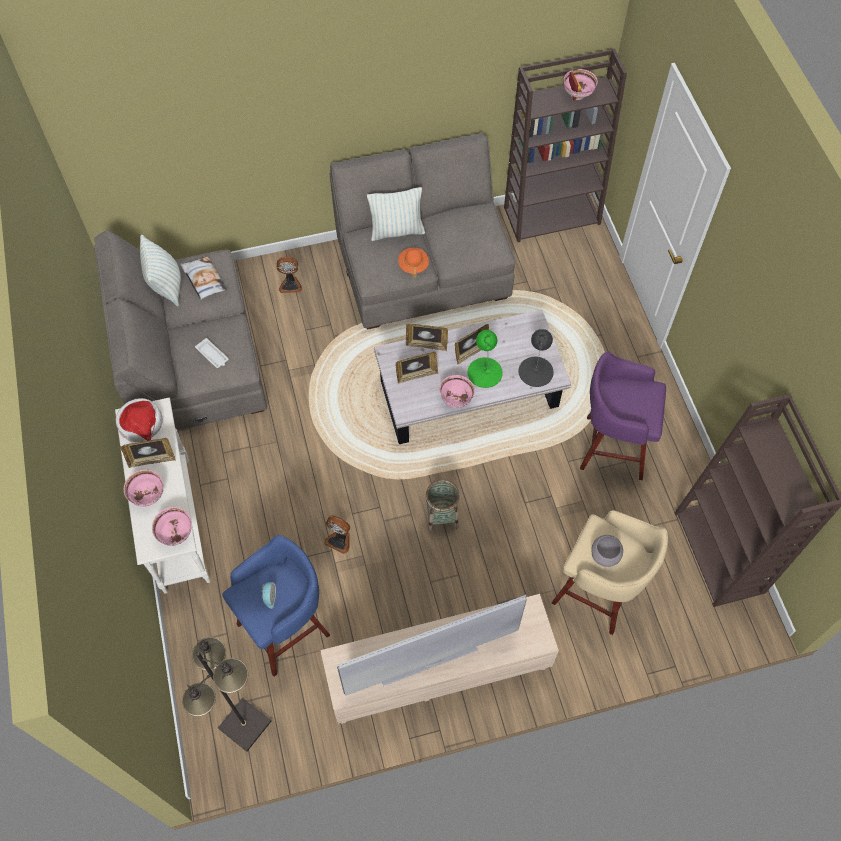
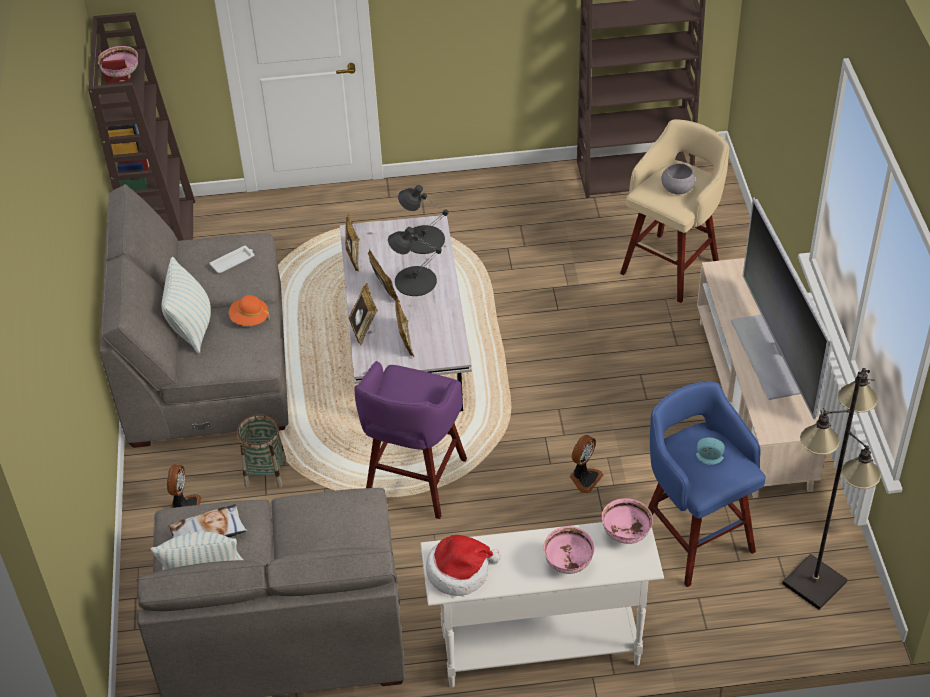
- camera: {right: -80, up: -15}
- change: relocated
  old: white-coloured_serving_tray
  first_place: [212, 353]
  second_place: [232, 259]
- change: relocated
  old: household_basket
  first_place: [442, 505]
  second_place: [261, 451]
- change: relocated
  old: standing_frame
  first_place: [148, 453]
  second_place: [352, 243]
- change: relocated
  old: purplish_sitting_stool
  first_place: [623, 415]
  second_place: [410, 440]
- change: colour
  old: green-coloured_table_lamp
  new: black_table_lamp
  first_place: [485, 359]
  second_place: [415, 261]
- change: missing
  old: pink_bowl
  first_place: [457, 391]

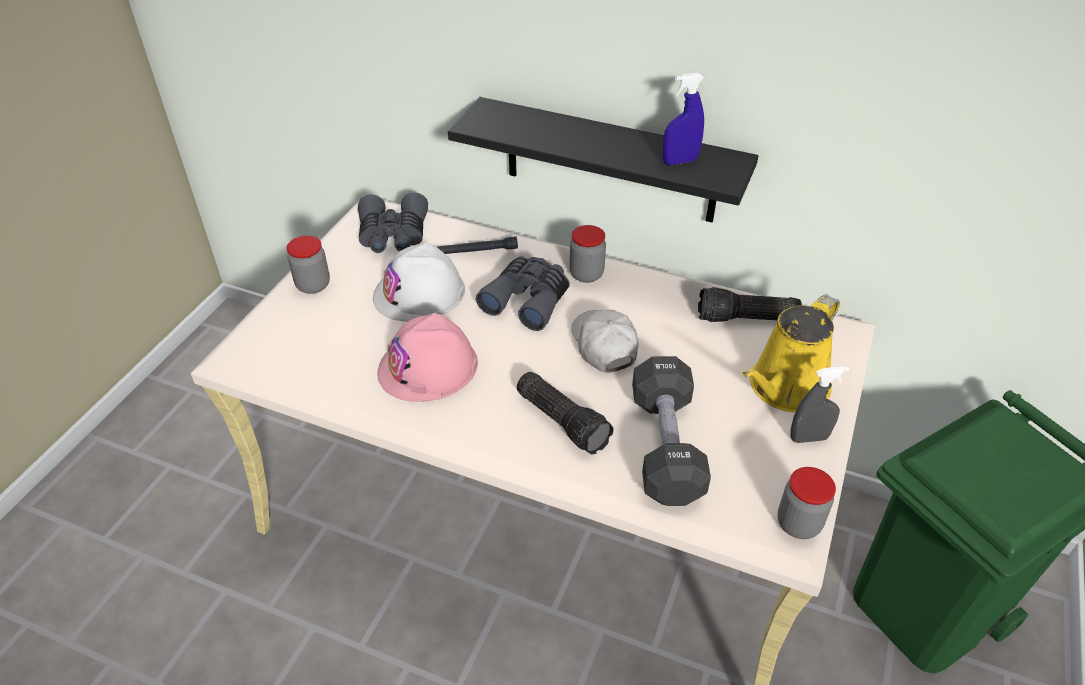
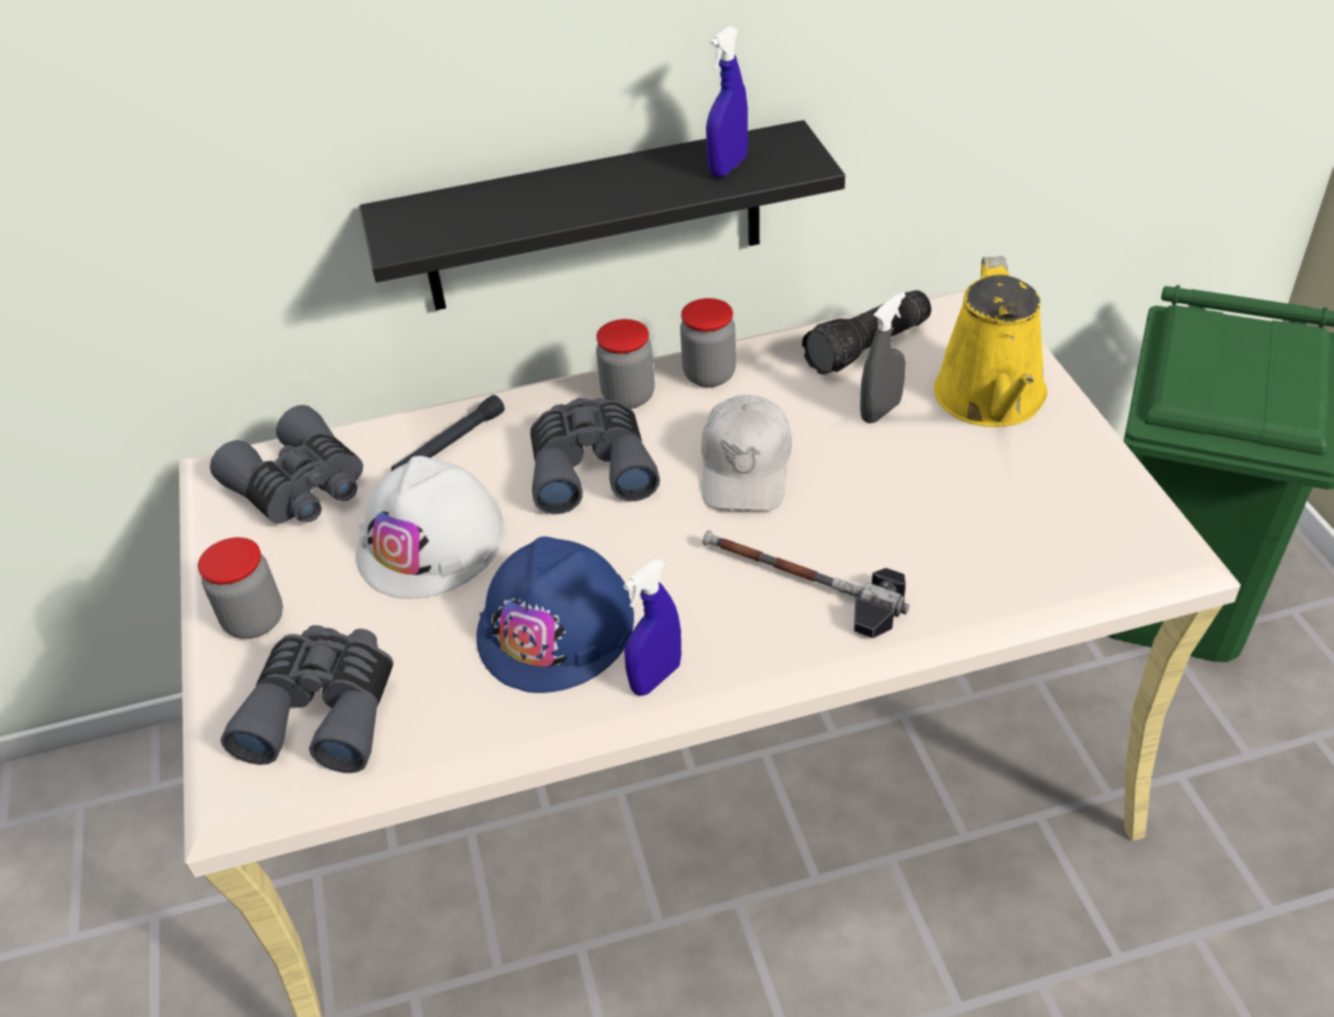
- camera: {right: -35, up: 0}
- change: appeared
  new: gray_field_glasses
  second_place: [307, 699]
- change: colour
  old: pink_work_helmet
  new: bluish_work_helmet
  first_place: [428, 357]
  second_place: [555, 614]
- change: appeared
  new: bluish_hand_sprayer
  second_place: [652, 627]
- change: relocated
  old: storage_jar
  first_place: [806, 503]
  second_place: [708, 342]
- change: spun
  old: white-coloured_cap
  first_place: [605, 341]
  second_place: [746, 452]
  degrees: -120
- change: exchanged
  old: flashlight
  new: hammer
  first_place: [565, 413]
  second_place: [806, 584]
- change: relocated
  old: gray_hand_sprayer
  first_place: [820, 404]
  second_place: [883, 357]
- change: missing
  old: black_free_weight
  first_place: [671, 431]

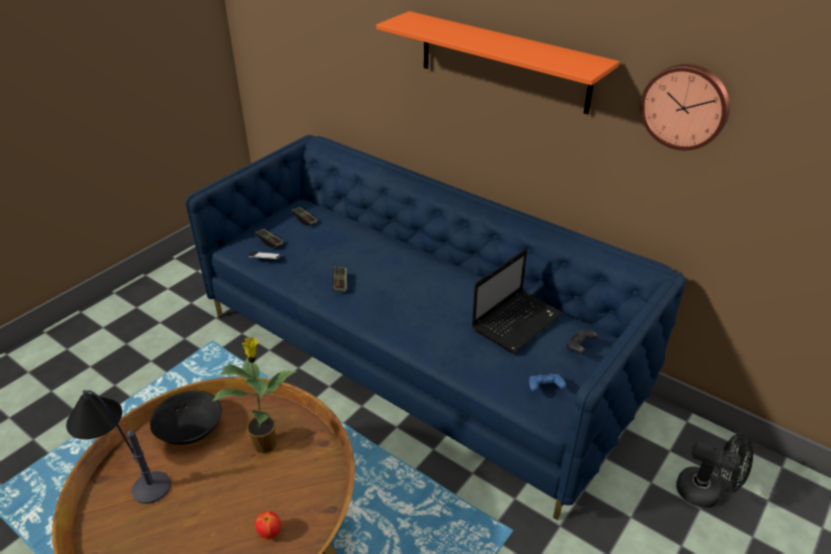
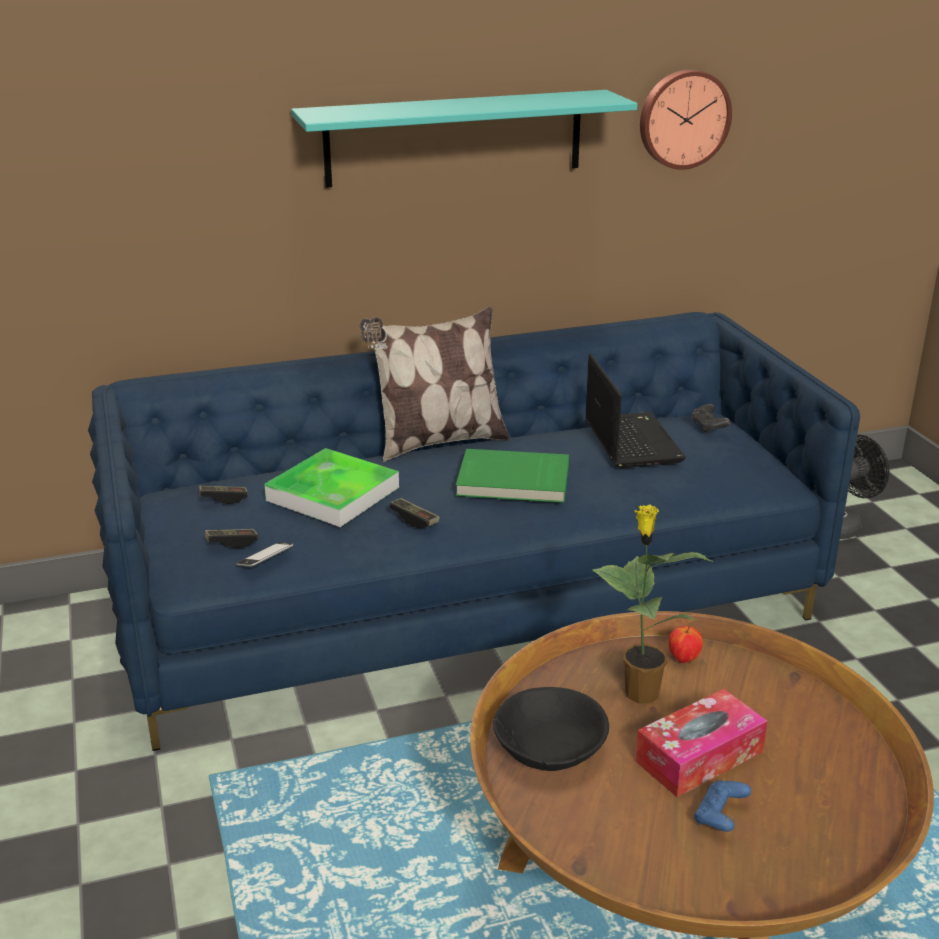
- camera: {right: -55, up: -10}
- change: appeared
  new: serving_tray
  second_place: [331, 487]
- change: colour
  old: orangey_bracket_shelf
  new: turquoise-coloured_bracket_shelf
  first_place: [498, 62]
  second_place: [464, 139]
- change: appeared
  new: pillow
  second_place: [434, 384]
- change: appeared
  new: green-coloured_volume
  second_place: [512, 476]
- change: appeared
  new: tissue_holder
  second_place: [701, 743]
- change: relocated
  old: apple_fruit
  first_place: [268, 525]
  second_place: [686, 644]
- change: relocated
  old: bluish_gamepad
  first_place: [547, 383]
  second_place: [722, 806]
- change: missing
  old: table_lamp
  first_place: [118, 447]

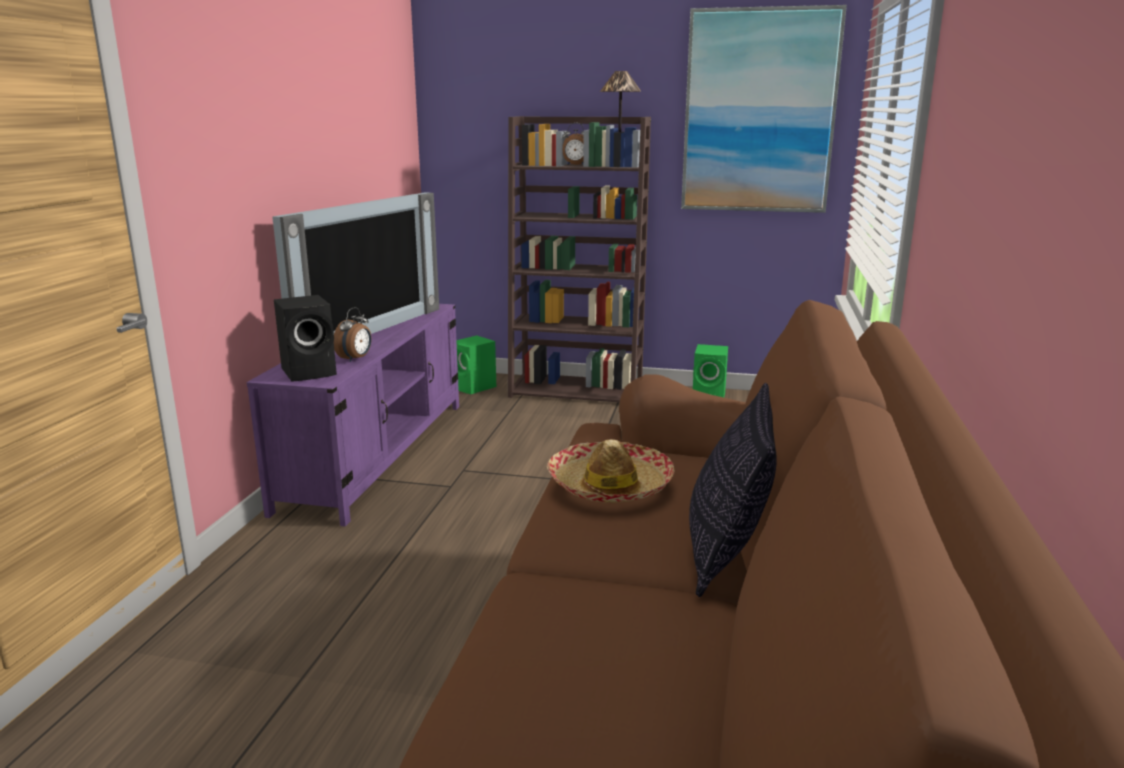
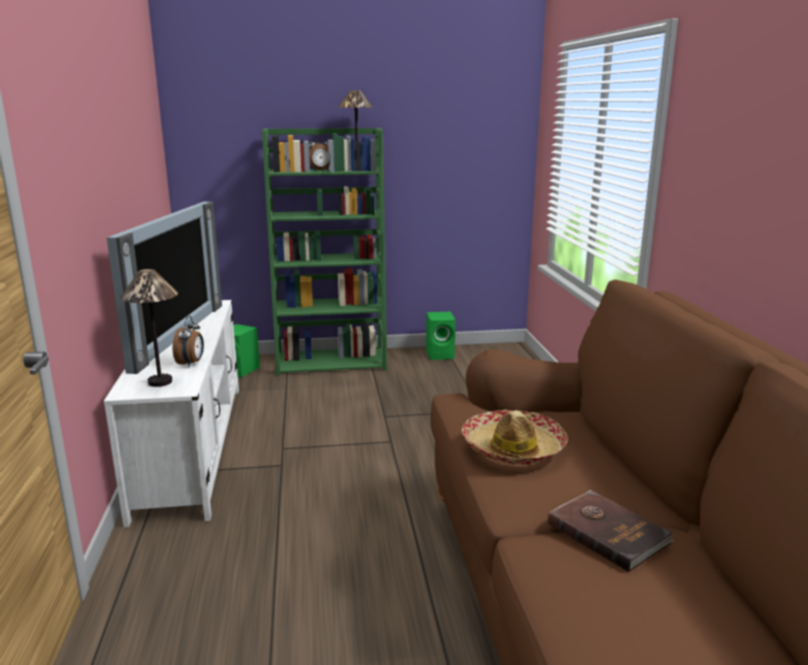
- camera: {right: -20, up: 0}
- change: colour
  old: purplish_tv_unit
  new: white-coloured_tv_unit
  first_place: [353, 415]
  second_place: [171, 413]
- change: exchanged
  old: black_audio_speaker
  new: table_lamp
  first_place: [305, 338]
  second_place: [149, 328]
- change: colour
  old: brown_shelving_unit
  new: green-coloured_shelving_unit
  first_place: [579, 259]
  second_place: [324, 252]
- change: appeared
  new: brown_volume
  second_place: [611, 531]
- change: missing
  old: wall_picture
  first_place: [764, 109]
- change: missing
  old: pillow
  first_place: [733, 490]

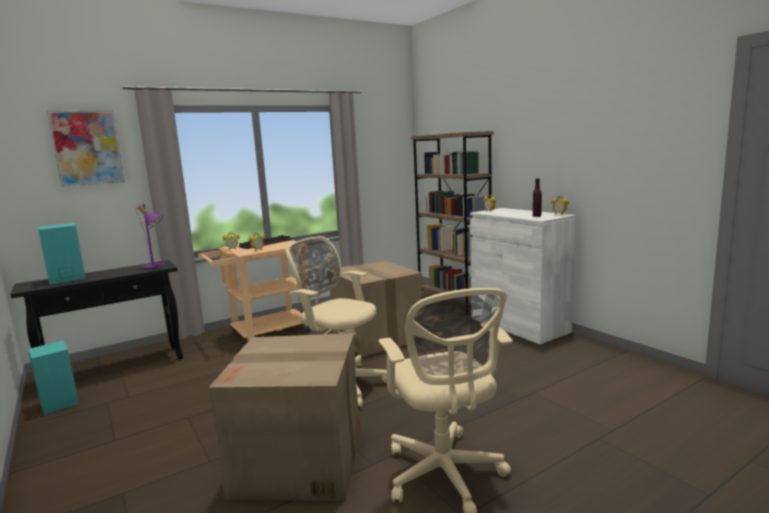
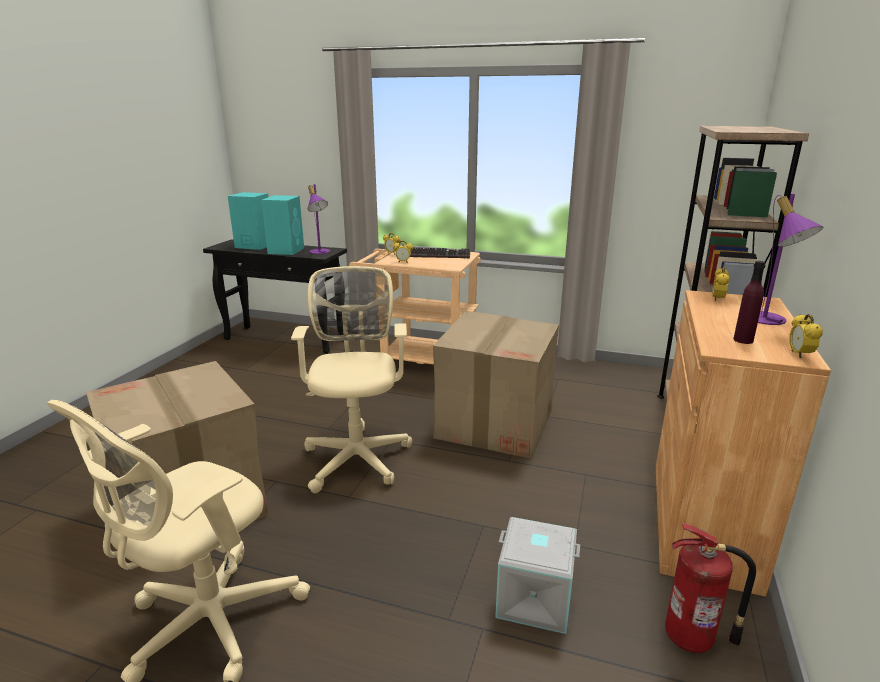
- camera: {right: 50, up: 10}
- change: relocated
  old: turquoise-coloured_audio_speaker
  first_place: [53, 377]
  second_place: [282, 225]
- change: appeared
  new: gray_storage_bin
  second_place: [537, 575]
- change: colour
  old: white-coloured_storage_cabinet
  new: brown_storage_cabinet
  first_place: [523, 276]
  second_place: [743, 443]
- change: appeared
  new: fire_extinguisher
  second_place: [710, 588]
- change: appeared
  new: purplish_table_lamp
  second_place: [790, 259]
- change: missing
  old: wall_picture
  first_place: [86, 148]

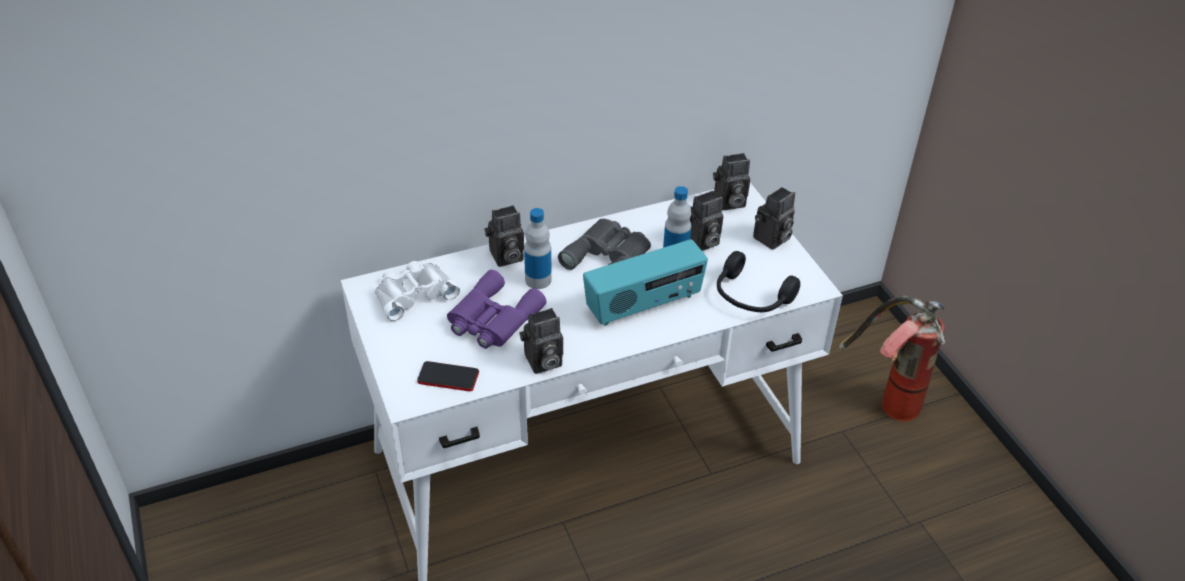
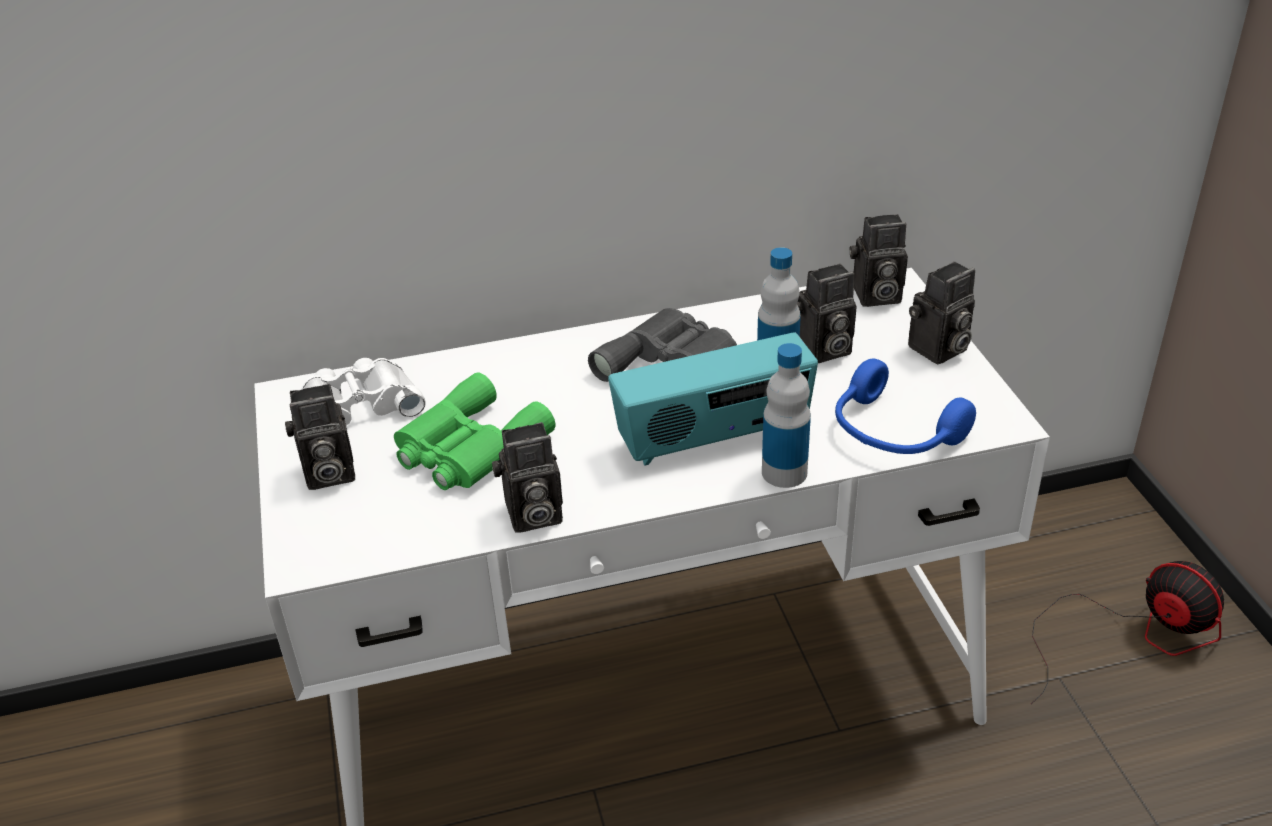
- camera: {right: 10, up: -5}
- change: relocated
  old: photo_camera
  first_place: [504, 236]
  second_place: [320, 437]
- change: colour
  old: purplish_field_glasses
  new: green-coloured_field_glasses
  first_place: [497, 309]
  second_place: [474, 431]
- change: relocated
  old: bottle
  first_place: [538, 248]
  second_place: [786, 415]
- change: colour
  old: black_headset
  new: bluish_headset
  first_place: [758, 281]
  second_place: [905, 406]
- change: exchanged
  old: fire_extinguisher
  new: fan
  first_place: [892, 358]
  second_place: [1127, 632]
- change: missing
  old: telephone
  first_place: [448, 376]

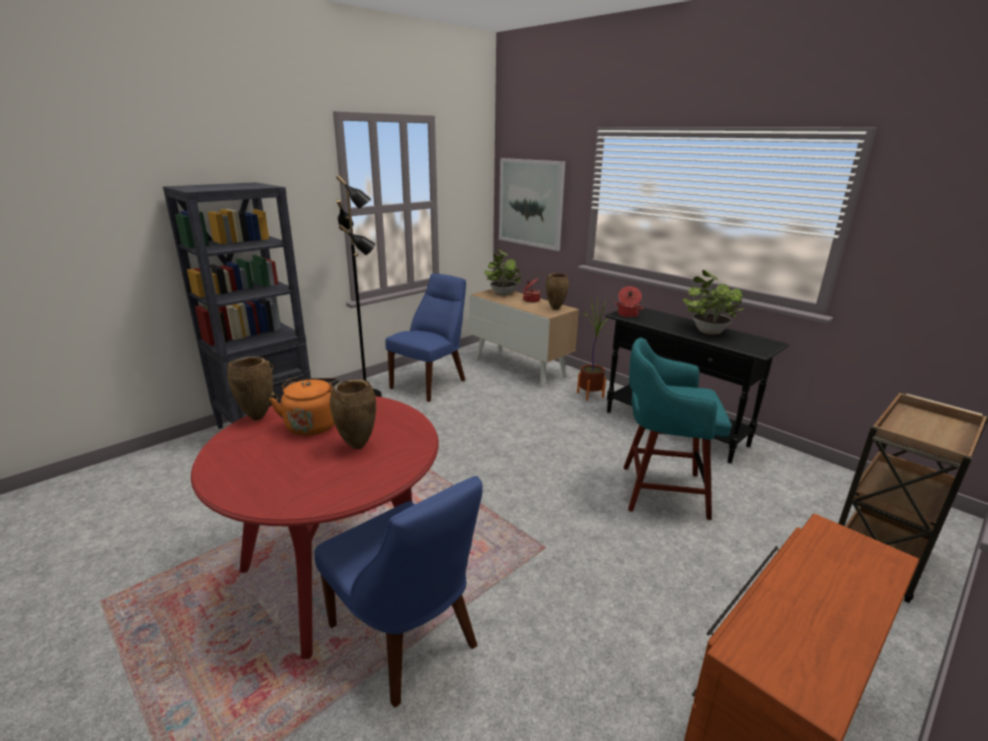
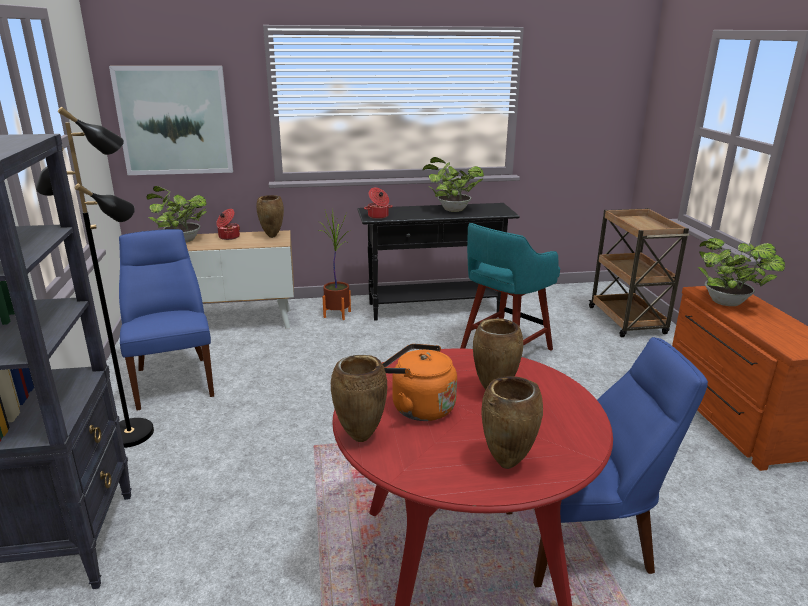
- camera: {right: -55, up: 0}
- change: appeared
  new: brown_decorative_vase
  second_place: [512, 422]
- change: appeared
  new: potted_plant
  second_place: [741, 272]

